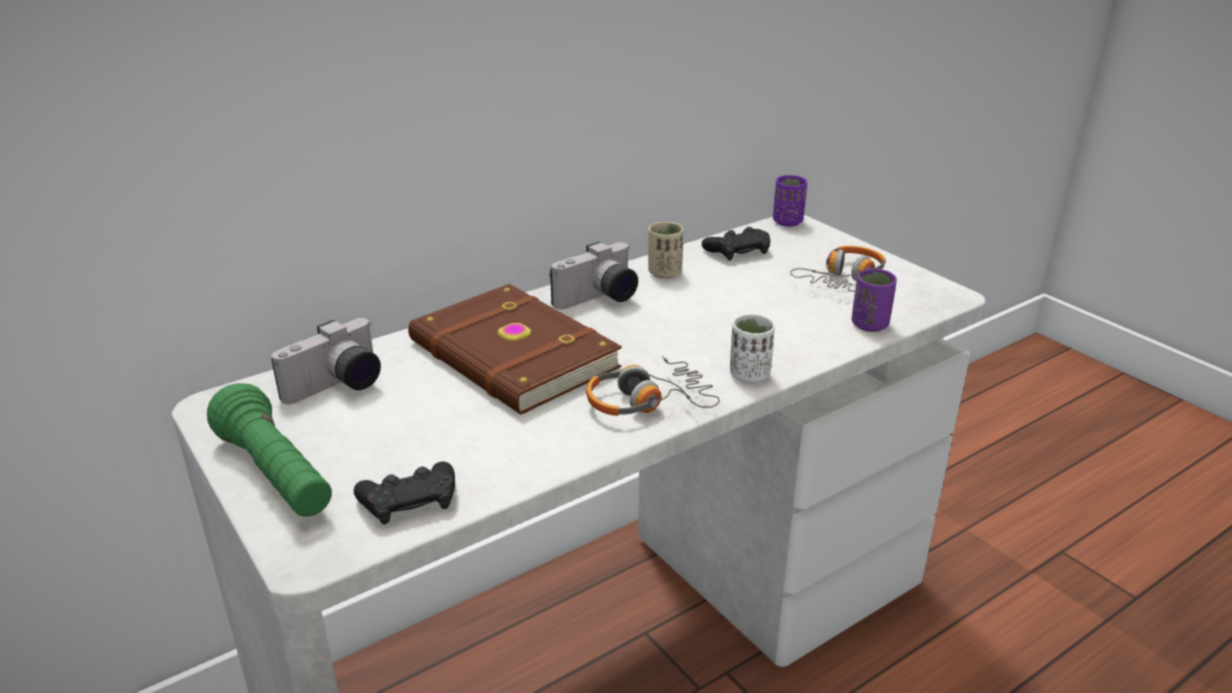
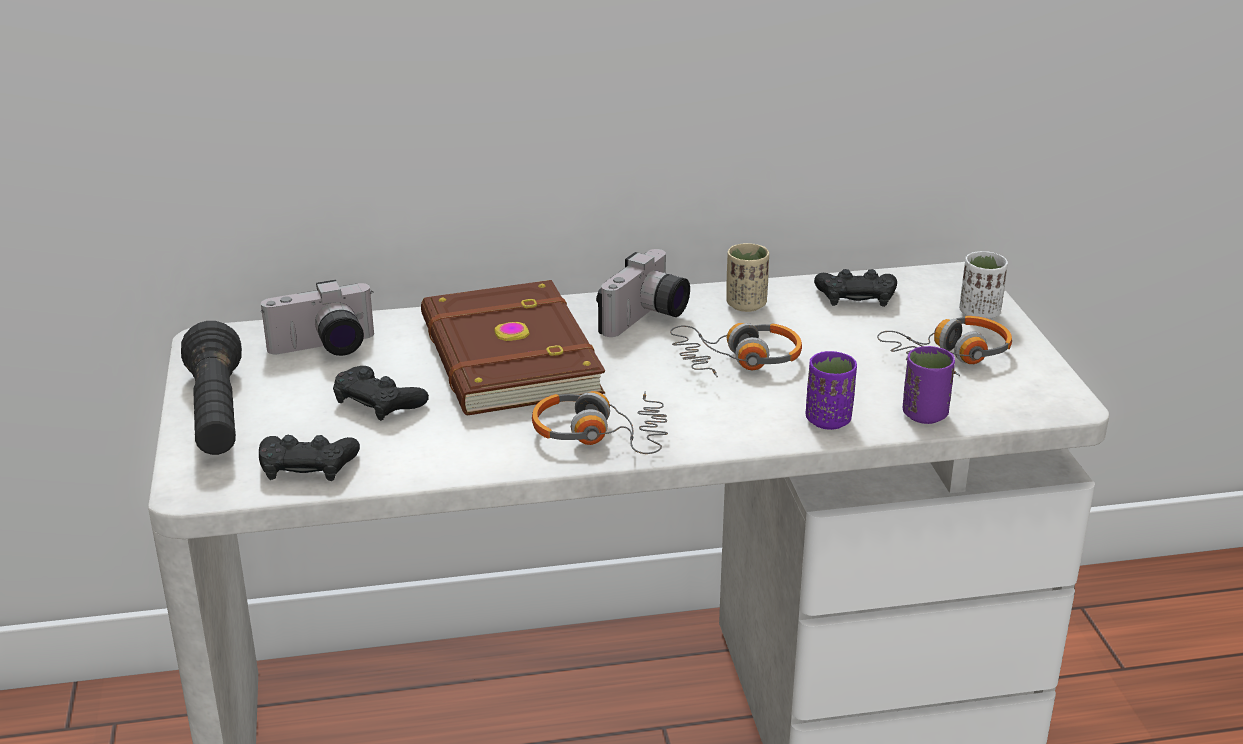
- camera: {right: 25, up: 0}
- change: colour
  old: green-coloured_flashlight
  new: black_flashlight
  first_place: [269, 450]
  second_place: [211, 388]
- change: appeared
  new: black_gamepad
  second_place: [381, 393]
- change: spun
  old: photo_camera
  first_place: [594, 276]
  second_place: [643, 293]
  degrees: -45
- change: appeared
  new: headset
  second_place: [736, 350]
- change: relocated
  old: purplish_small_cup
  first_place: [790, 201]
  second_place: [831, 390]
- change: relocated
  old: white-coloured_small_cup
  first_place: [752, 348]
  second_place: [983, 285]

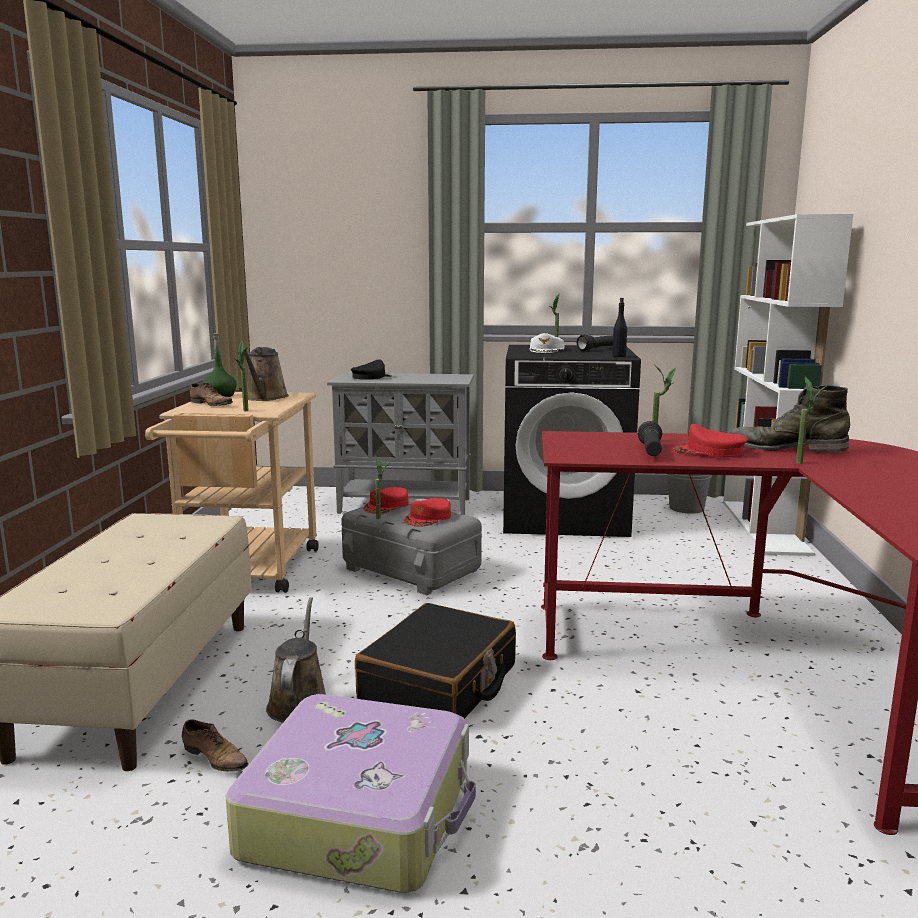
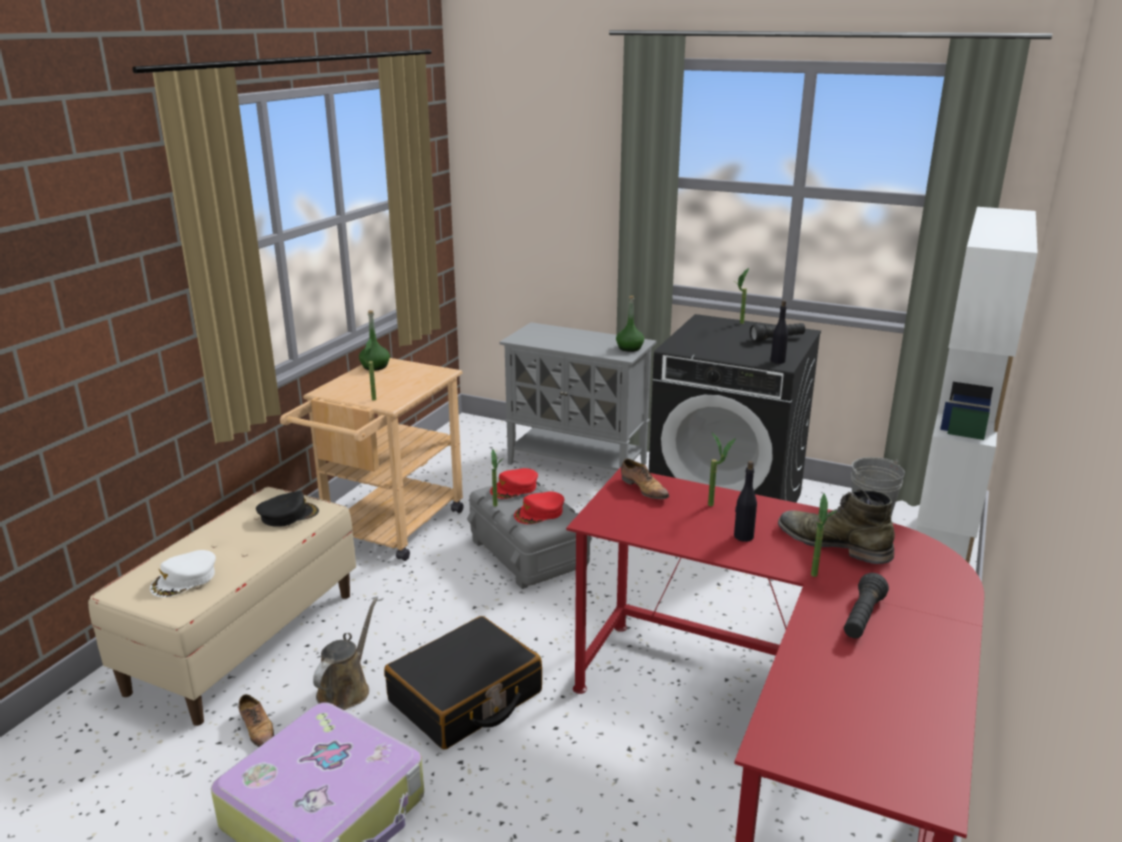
- camera: {right: 20, up: 10}
- change: relocated
  old: white-coloured_cap
  first_place: [546, 343]
  second_place: [183, 573]
- change: relocated
  old: black_cap
  first_place: [371, 370]
  second_place: [287, 509]
- change: appeared
  new: green-coloured_bottle
  second_place: [630, 324]
- change: relocated
  old: item_of_footwear
  first_place: [211, 394]
  second_place: [645, 480]
- change: exchanged
  old: reddish_cap
  new: black_bottle
  first_place: [710, 440]
  second_place: [745, 501]
- change: relocated
  old: black_flashlight
  first_place: [650, 438]
  second_place: [866, 605]
- change: missing
  old: brown_watering_can
  first_place: [267, 374]

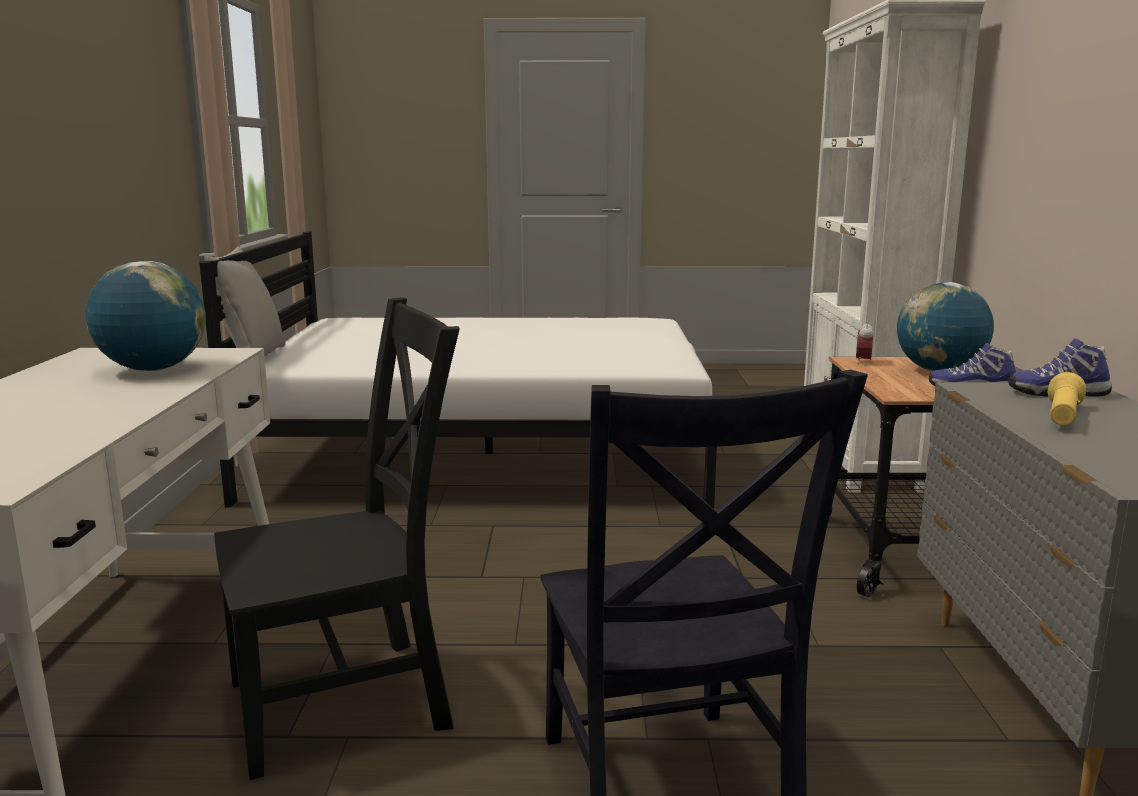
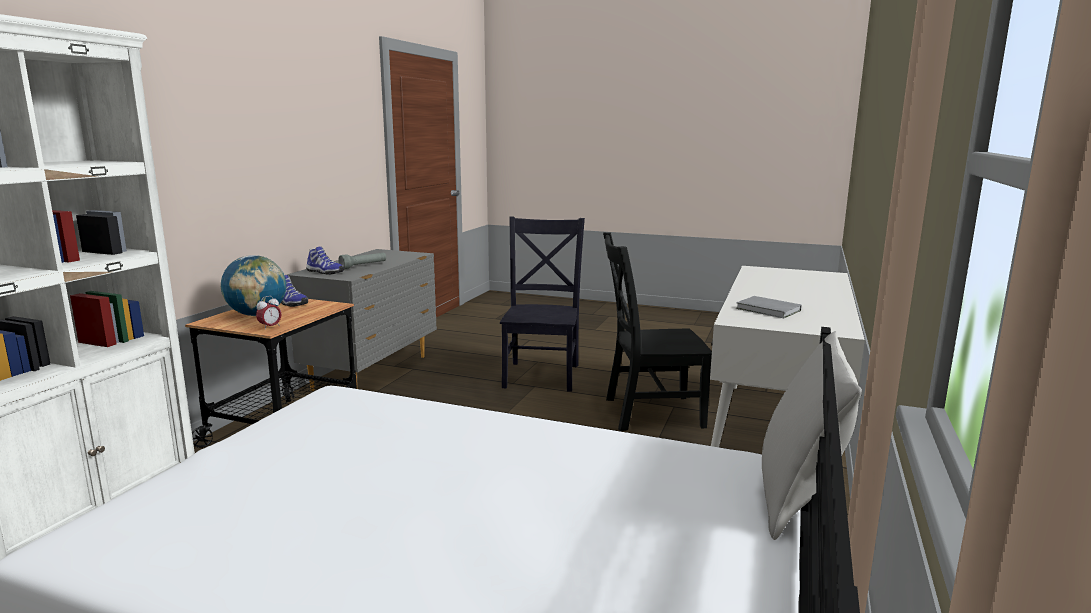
- camera: {right: -160, up: 0}
- change: colour
  old: yellowish_flashlight
  new: gray_flashlight
  first_place: [1067, 398]
  second_place: [362, 261]
- change: exchanged
  old: globe
  new: gray_volume
  first_place: [146, 316]
  second_place: [769, 307]

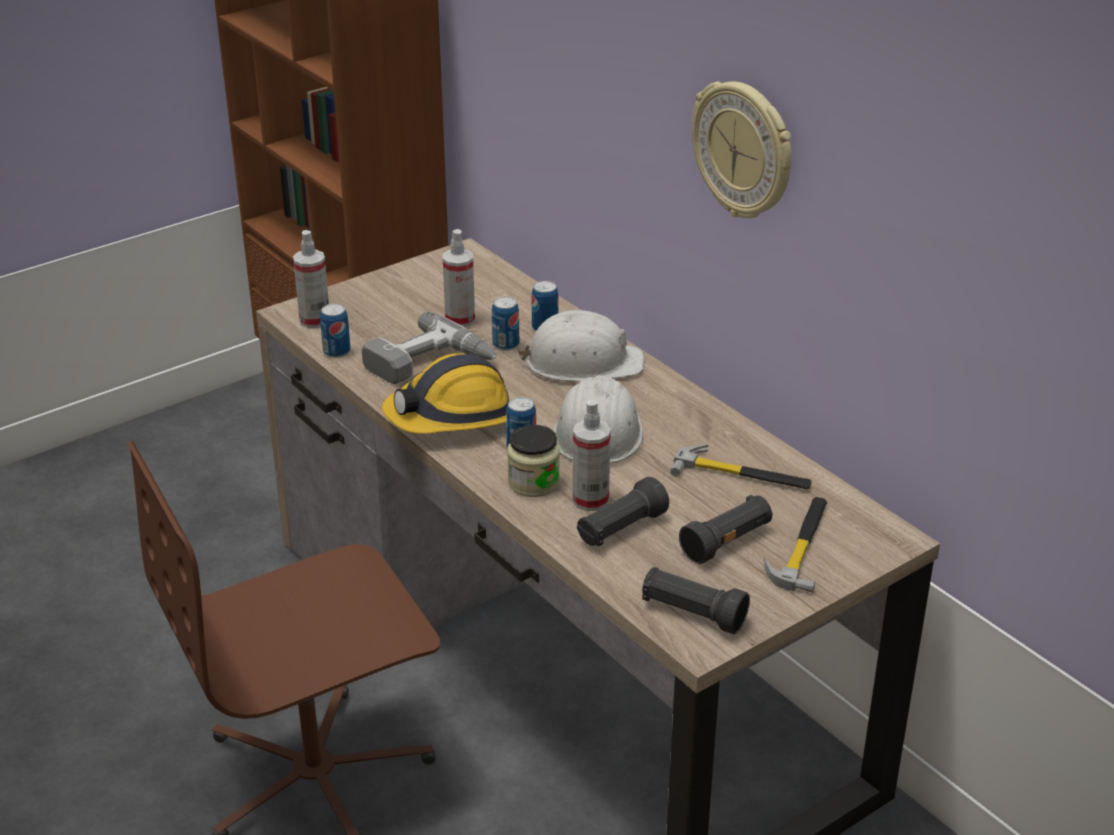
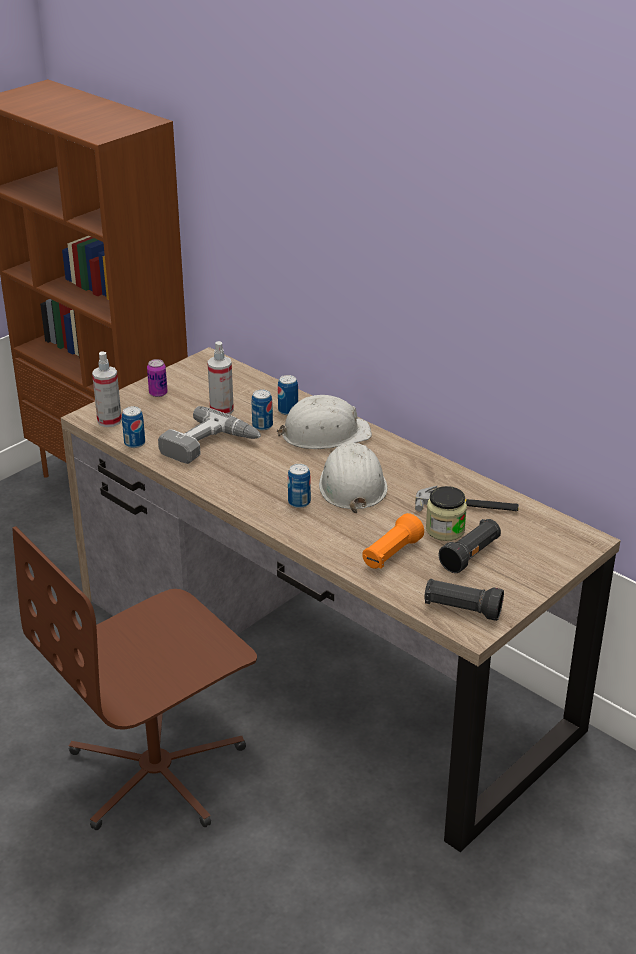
- camera: {right: -10, up: 0}
- change: appeared
  new: metal_can
  second_place: [157, 378]
- change: colour
  old: black_flashlight
  new: orangey_flashlight
  first_place: [623, 512]
  second_place: [393, 541]
- change: relocated
  old: storage_jar
  first_place: [533, 461]
  second_place: [446, 513]
- change: missing
  old: work_helmet
  first_place: [446, 393]
- change: missing
  old: hand_sprayer
  first_place: [591, 455]
- change: missing
  old: clock_on_the_wall
  first_place: [742, 149]
- change: missing
  old: hammer
  first_place: [795, 545]

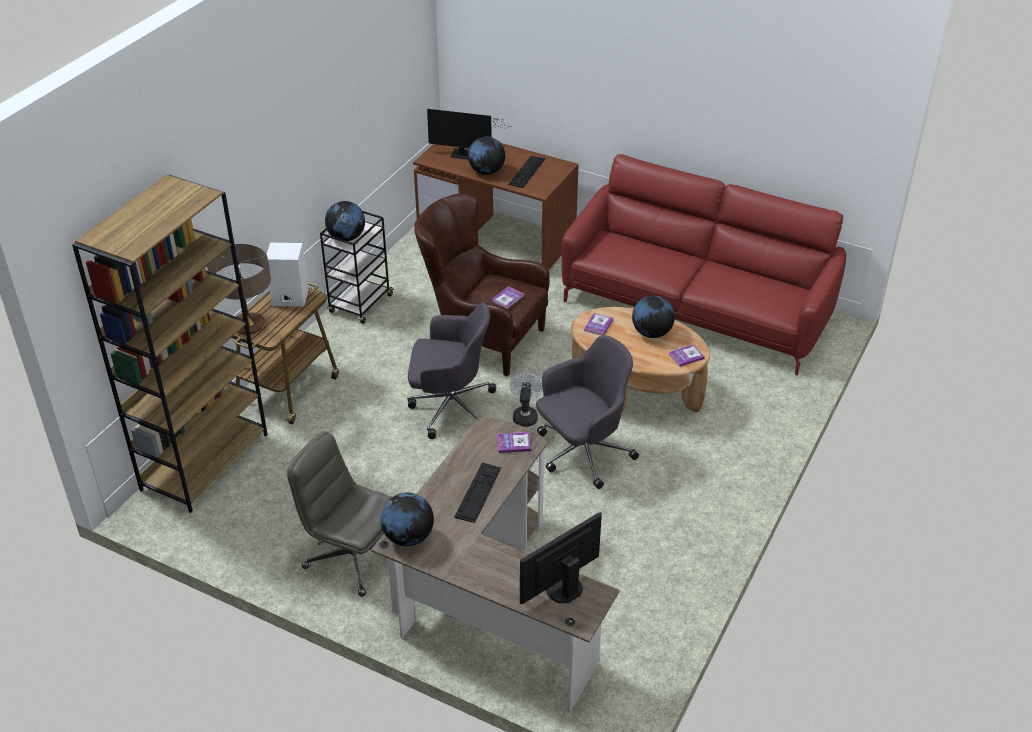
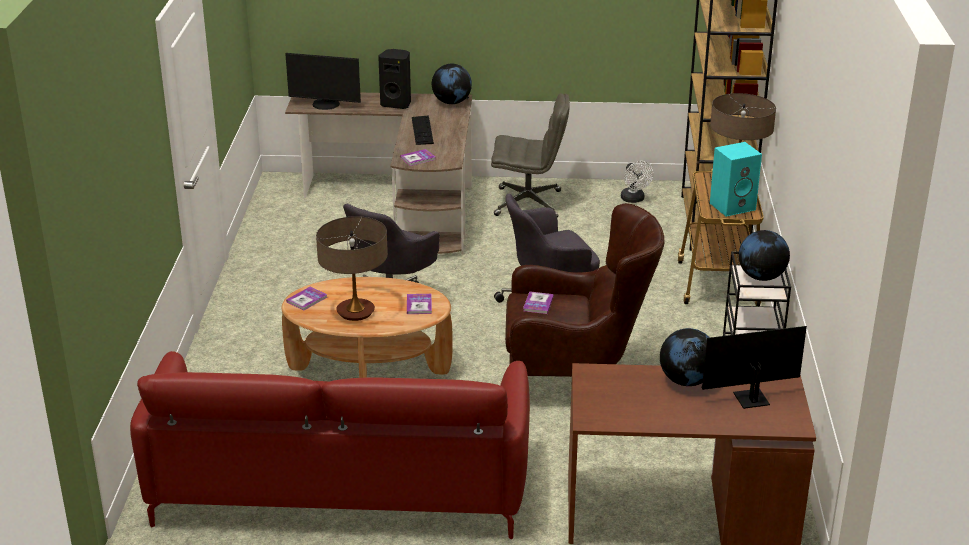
- camera: {right: 155, up: -10}
- change: spun
  old: computer_screen
  first_place: [561, 558]
  second_place: [323, 81]
  degrees: 75
- change: exchanged
  old: globe
  new: table_lamp
  first_place: [653, 316]
  second_place: [352, 268]
- change: appeared
  new: black_audio_speaker
  second_place: [394, 79]
- change: relocated
  old: white-coloured_fan
  first_place: [526, 400]
  second_place: [637, 182]
- change: colour
  old: white-coloured_audio_speaker
  new: turquoise-coloured_audio_speaker
  first_place: [288, 275]
  second_place: [736, 179]
- change: missing
  old: computer_keyboard
  first_place: [526, 172]

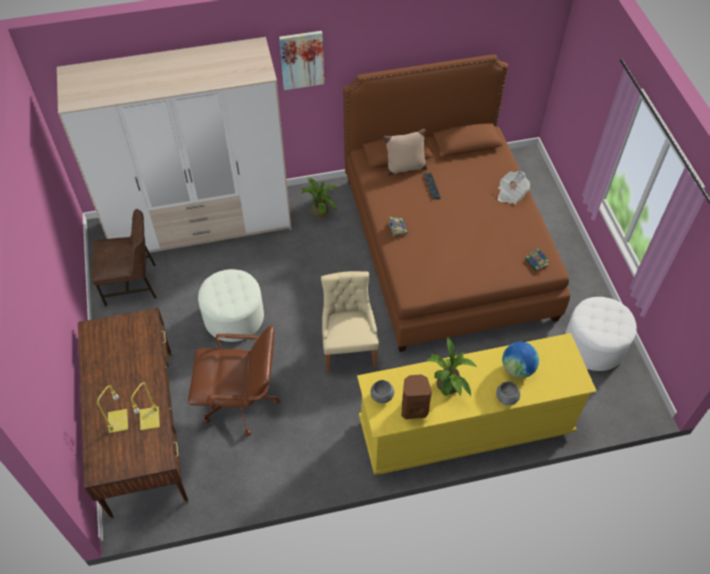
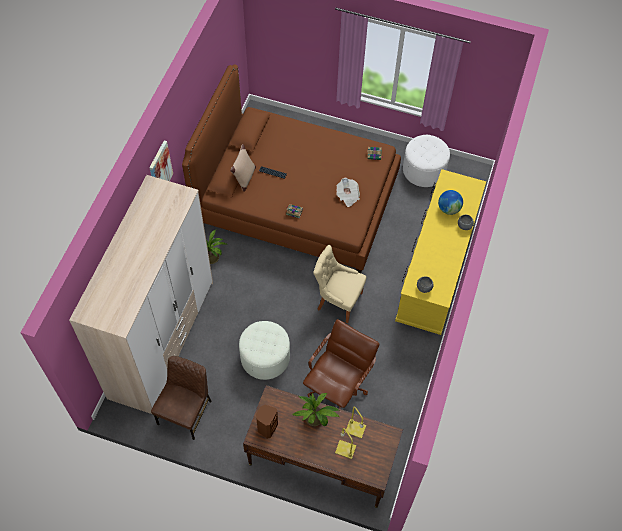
- camera: {right: -60, up: 5}
- change: relocated
  old: brown_audio_speaker
  first_place: [417, 396]
  second_place: [267, 422]
- change: relocated
  old: potted_plant
  first_place: [451, 367]
  second_place: [316, 409]
- change: relocated
  old: printed_paper
  first_place: [513, 187]
  second_place: [348, 192]

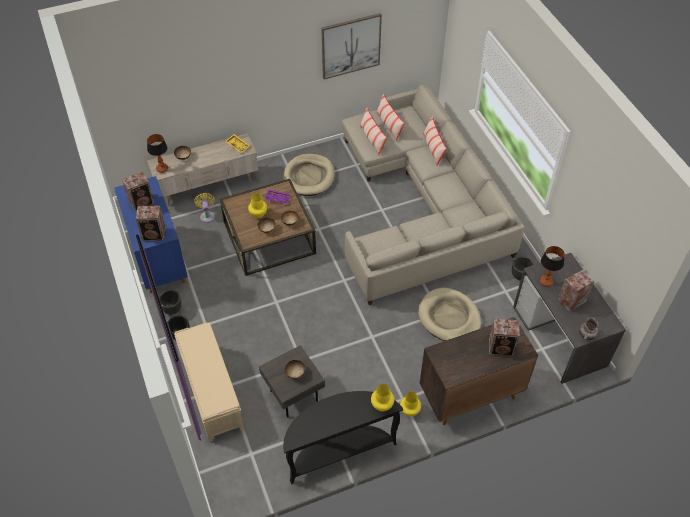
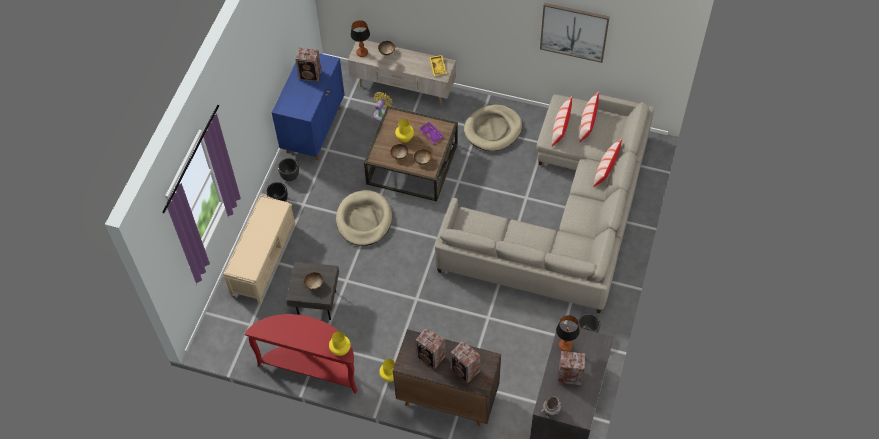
- camera: {right: 40, up: 5}
- change: colour
  old: black_console_table
  new: reddish_console_table
  first_place: [343, 437]
  second_place: [301, 353]
- change: relocated
  old: beige-coloured_dog_cushion
  first_place: [449, 314]
  second_place: [364, 218]
- change: relocated
  old: audio_speaker
  first_place: [151, 223]
  second_place: [430, 348]

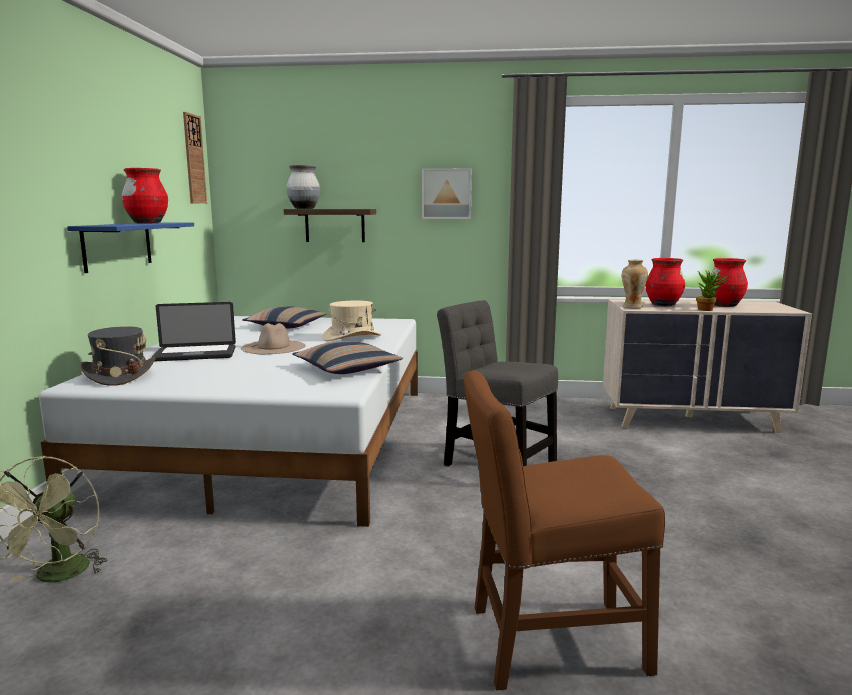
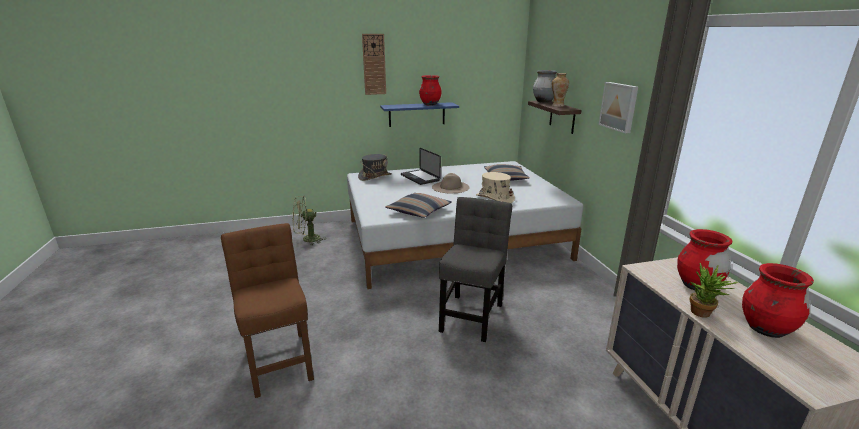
- camera: {right: 70, up: 10}
- change: relocated
  old: clock_on_the_wall
  first_place: [195, 158]
  second_place: [374, 64]
- change: relocated
  old: decorative_vase
  first_place: [635, 284]
  second_place: [560, 90]

